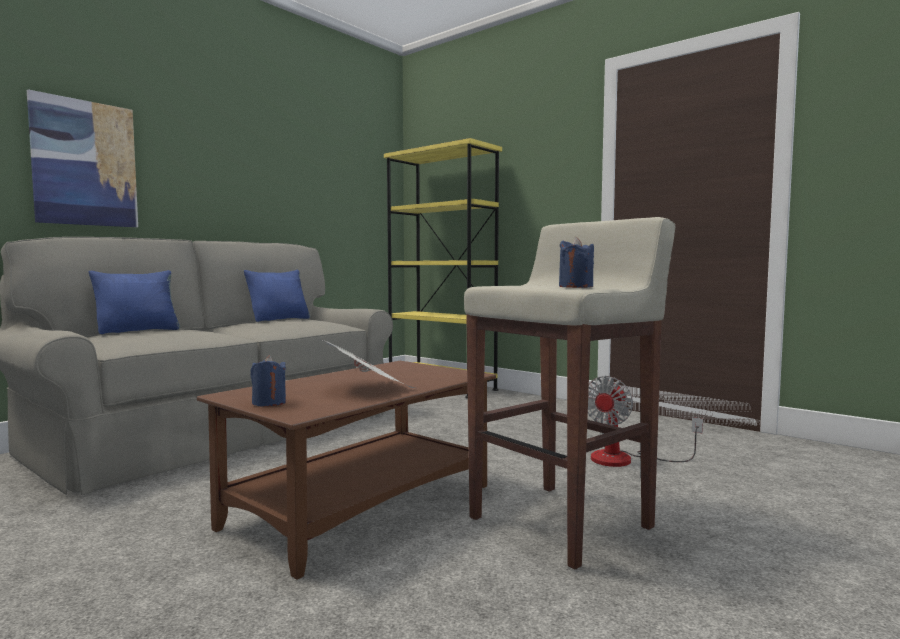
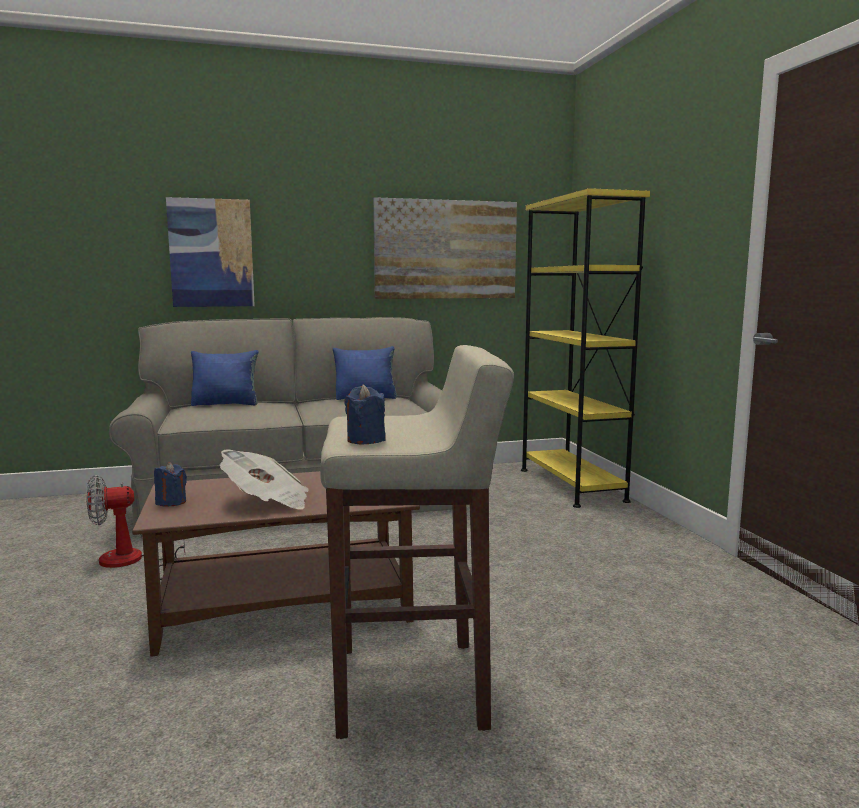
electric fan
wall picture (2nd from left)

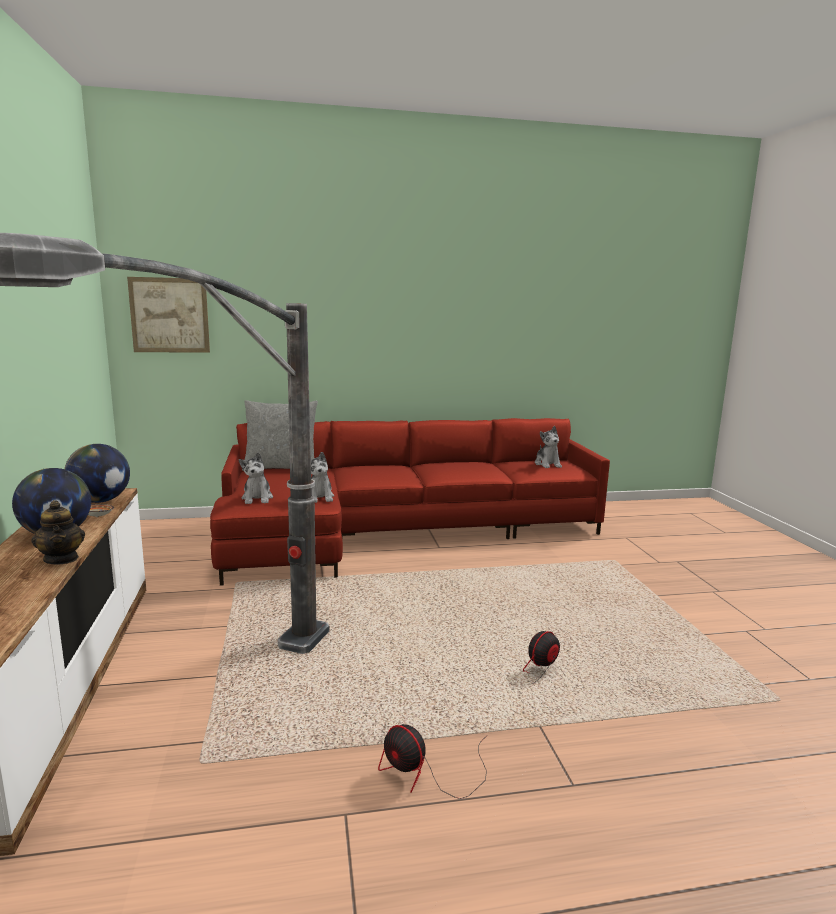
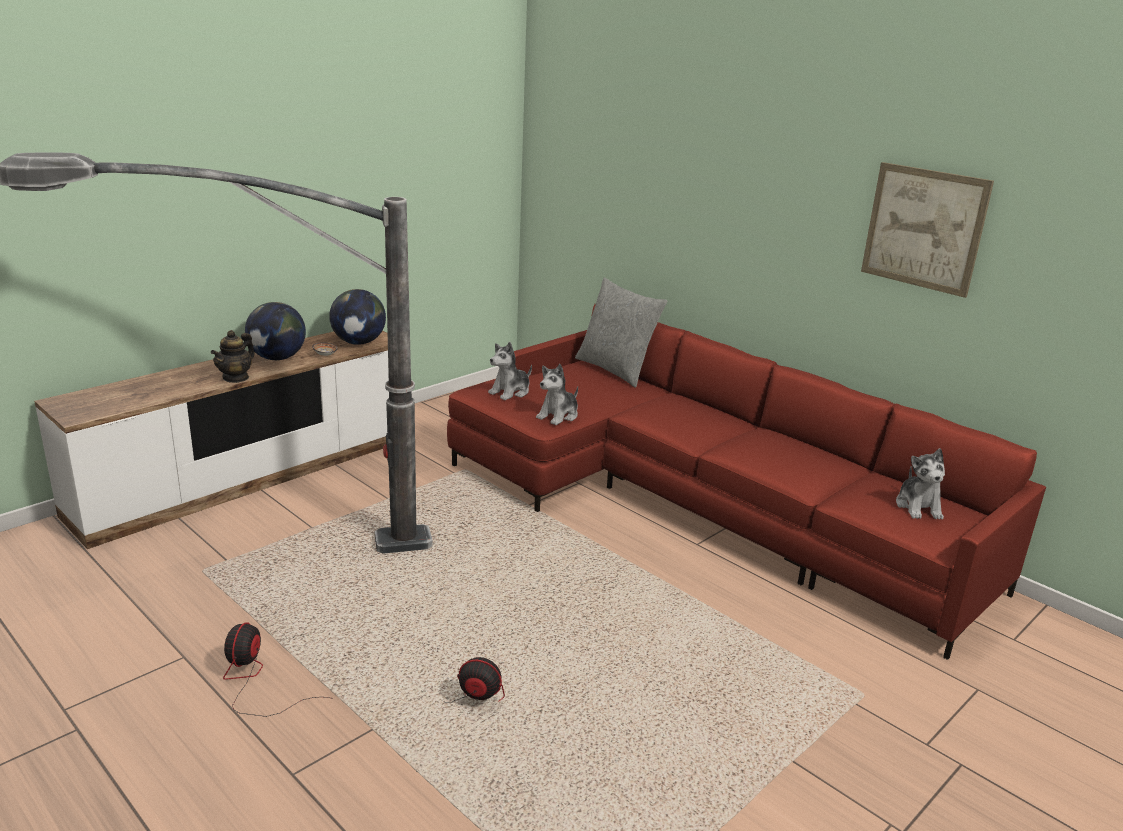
wall picture
plush toy (3rd from left)

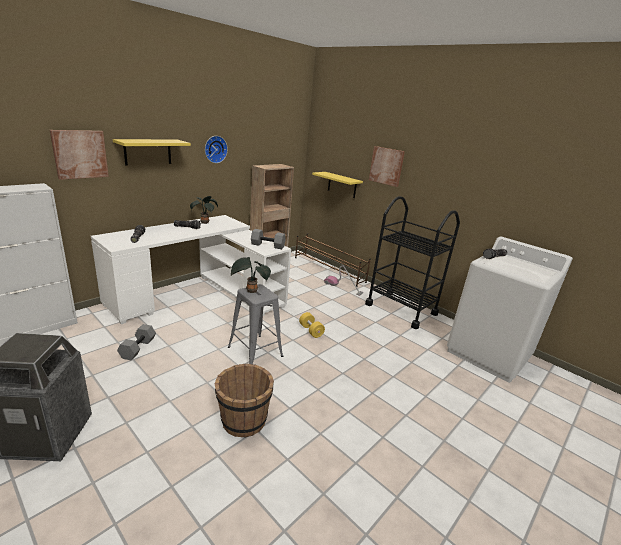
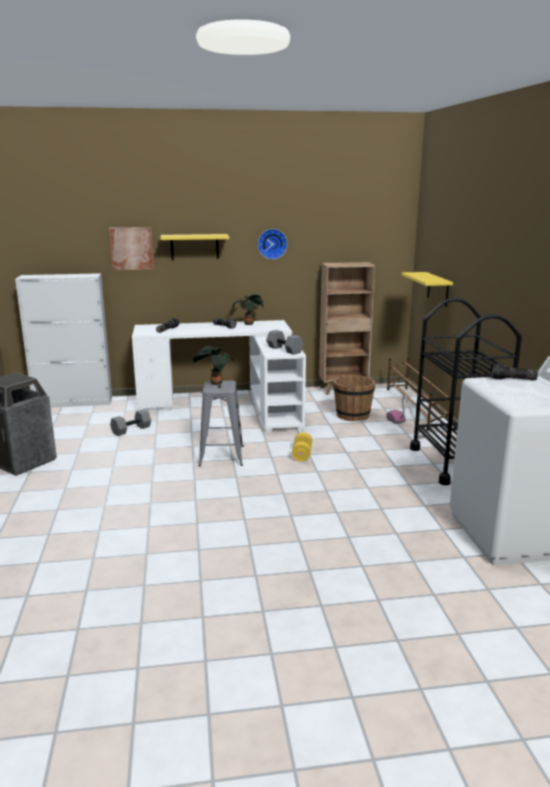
bucket in brownish
wall picture (2nd from left in the first image)

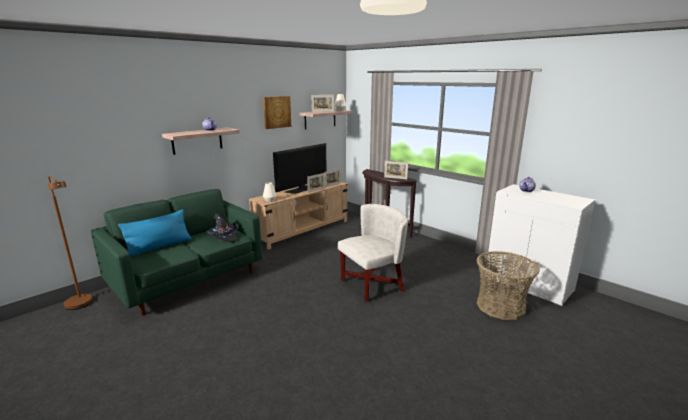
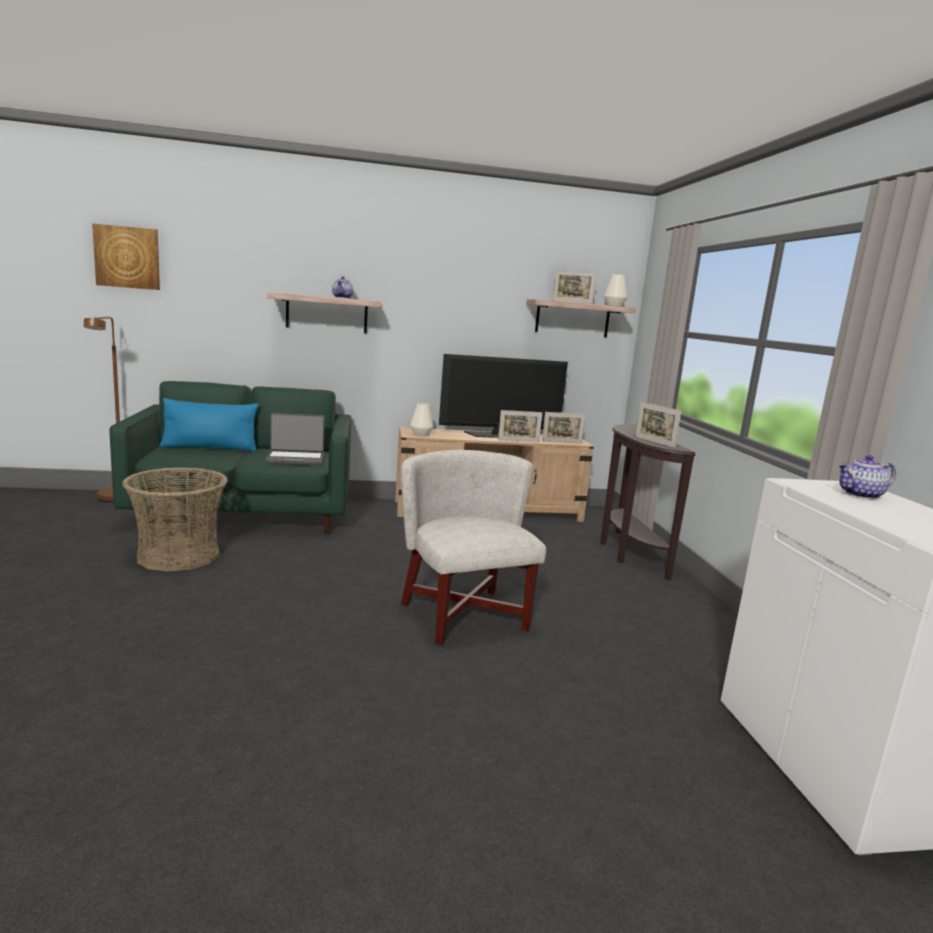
laptop
wall picture
easy chair in white-coloured
storage basket

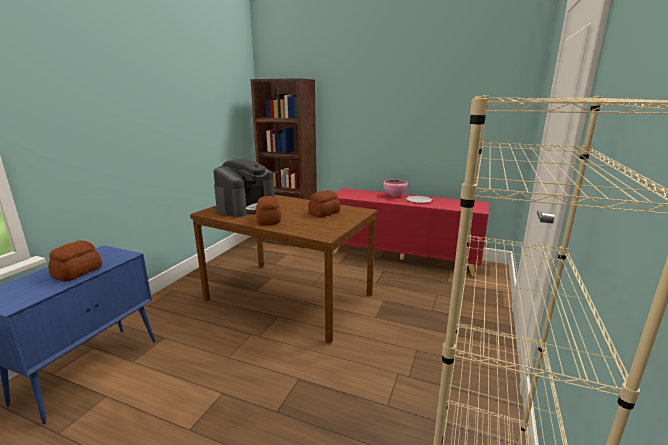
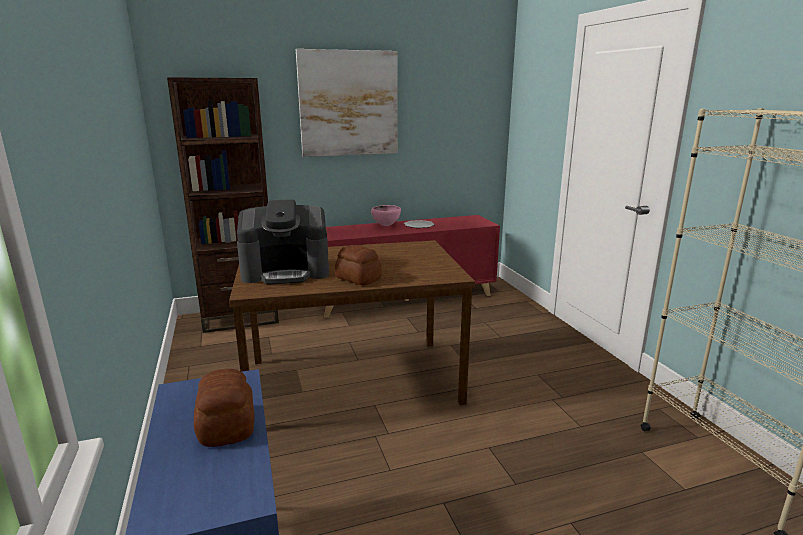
coffee machine
bakery bread (3rd from left in the first image)
wall picture

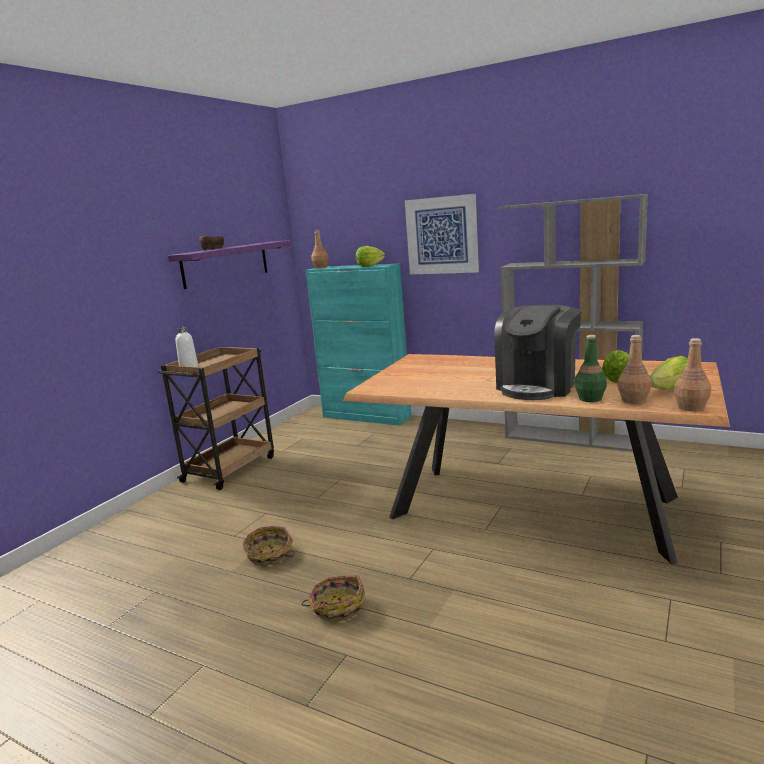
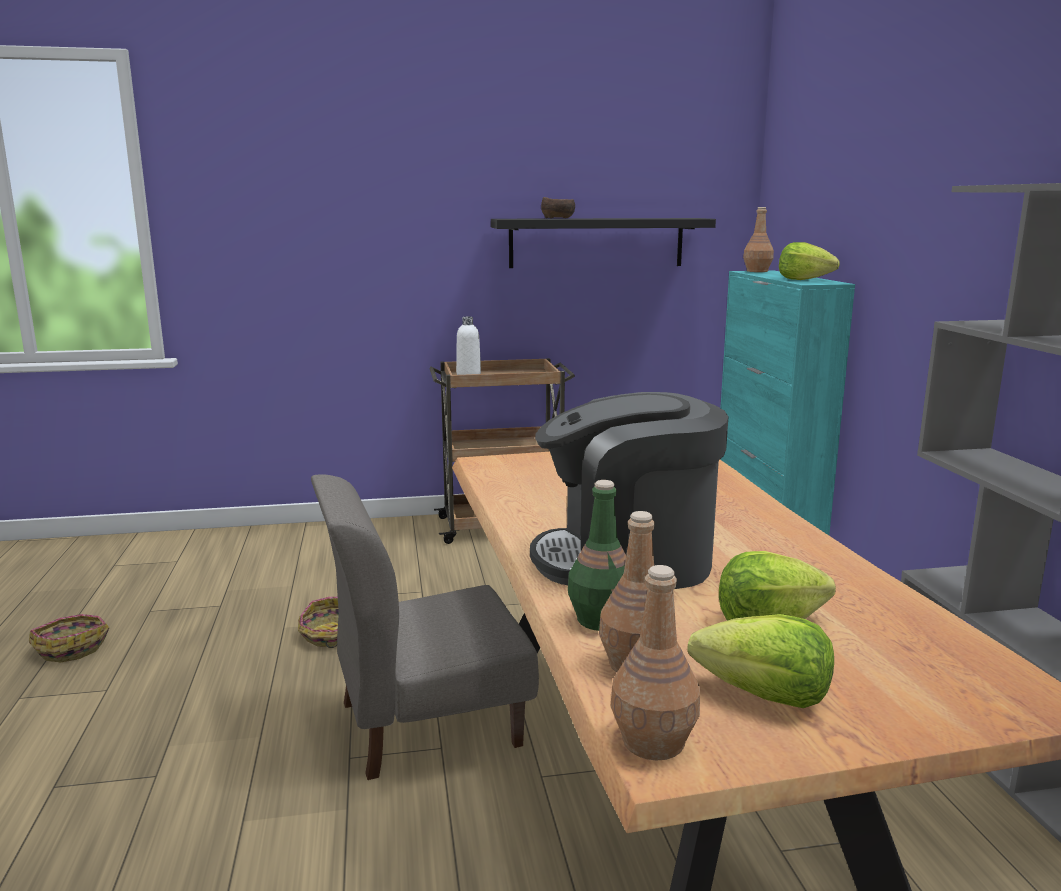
wall shelf in blackish
storage basket (1st from left)
wall picture
upright chair in grey

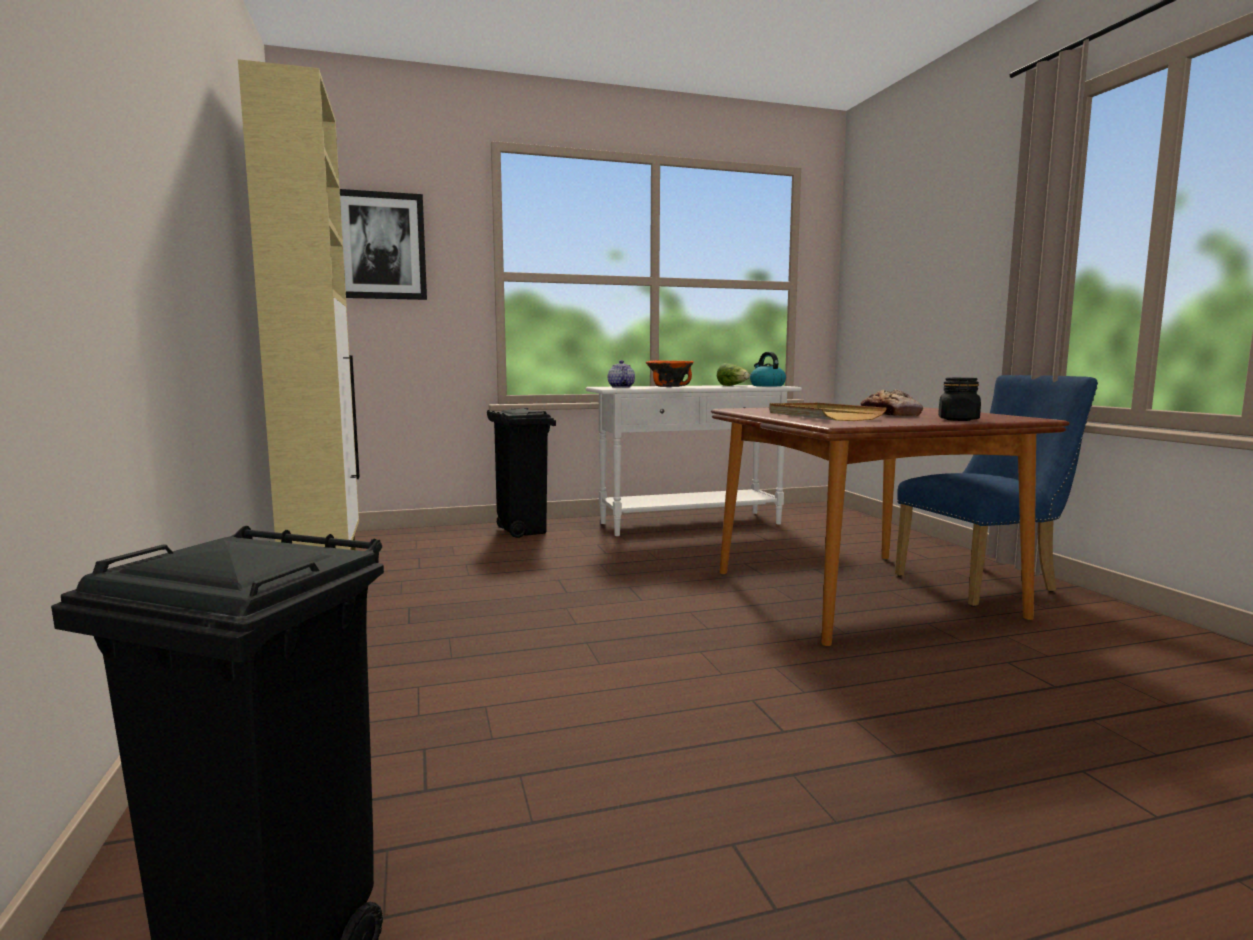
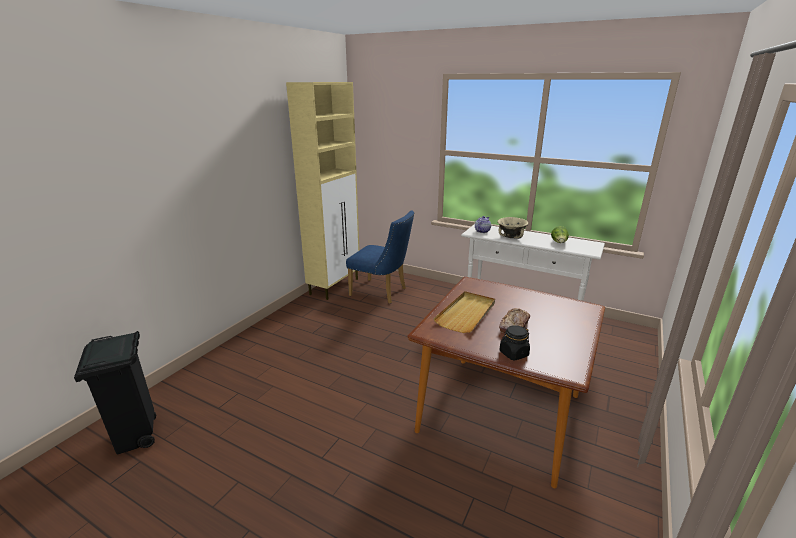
wall picture
waste bin in blackish (2nd from left in the first image)
serving bowl in beige
tea kettle
upright chair in bluish

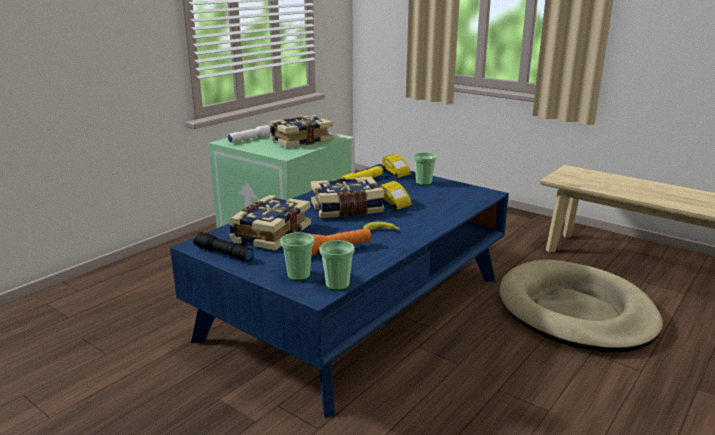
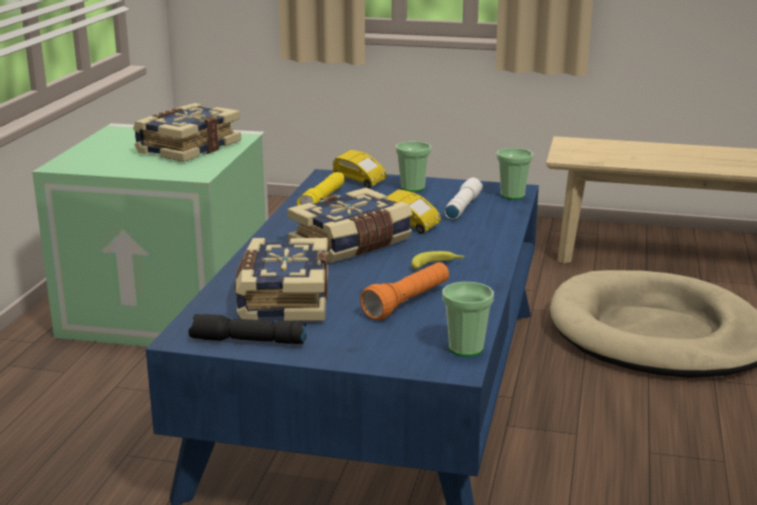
flashlight in white-coloured
small cup (3rd from left)

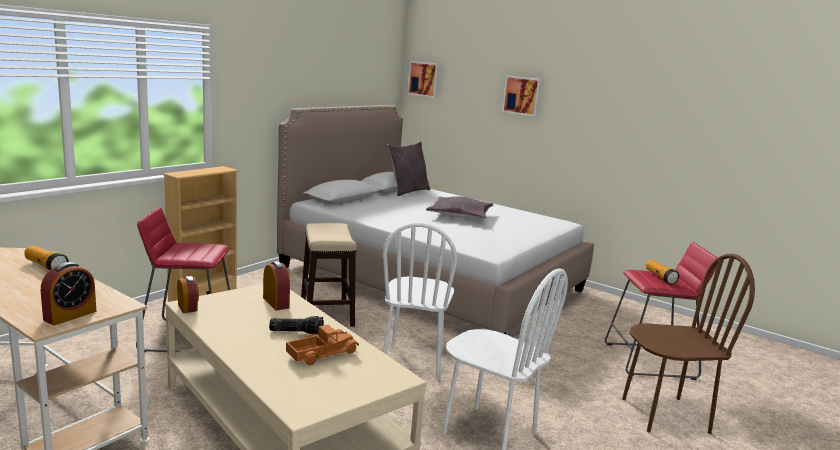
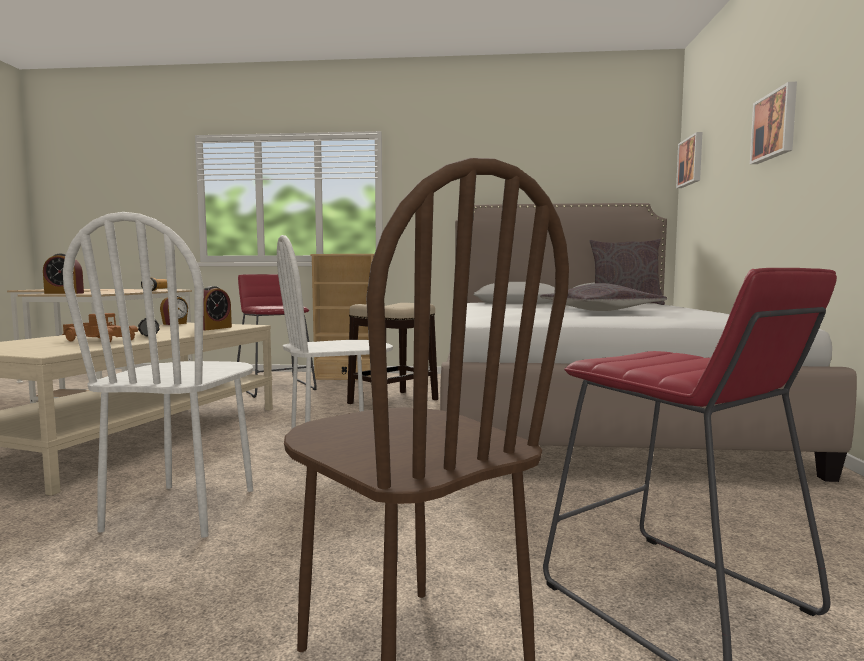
flashlight (3rd from left in the first image)

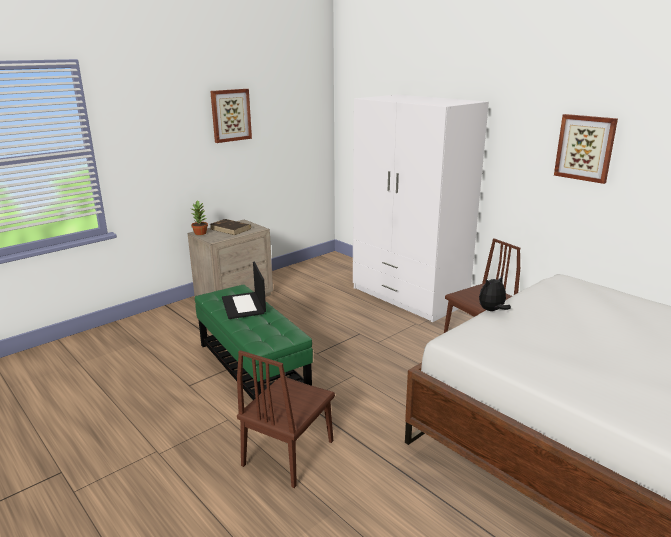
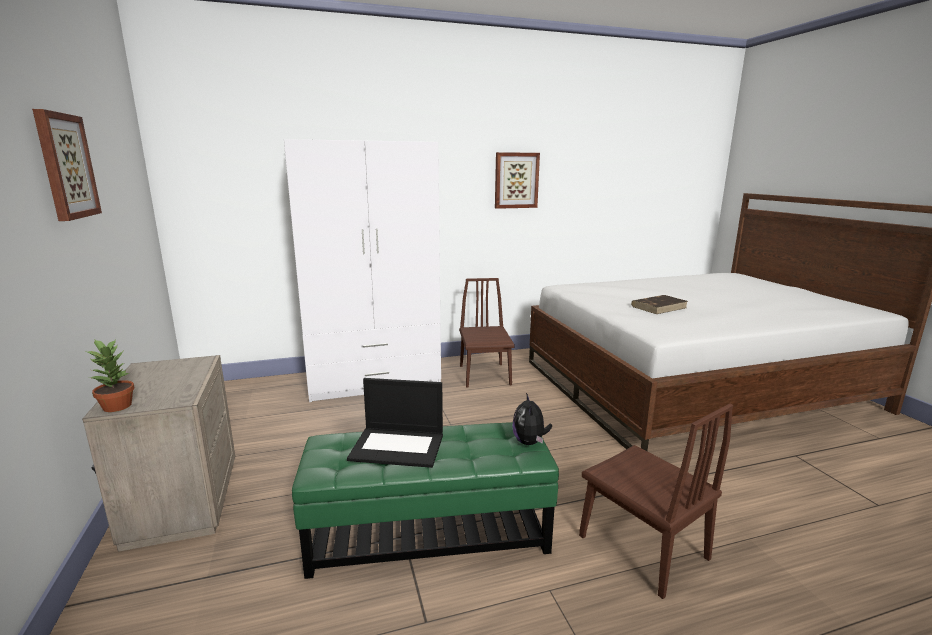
volume in brownish
plush toy

